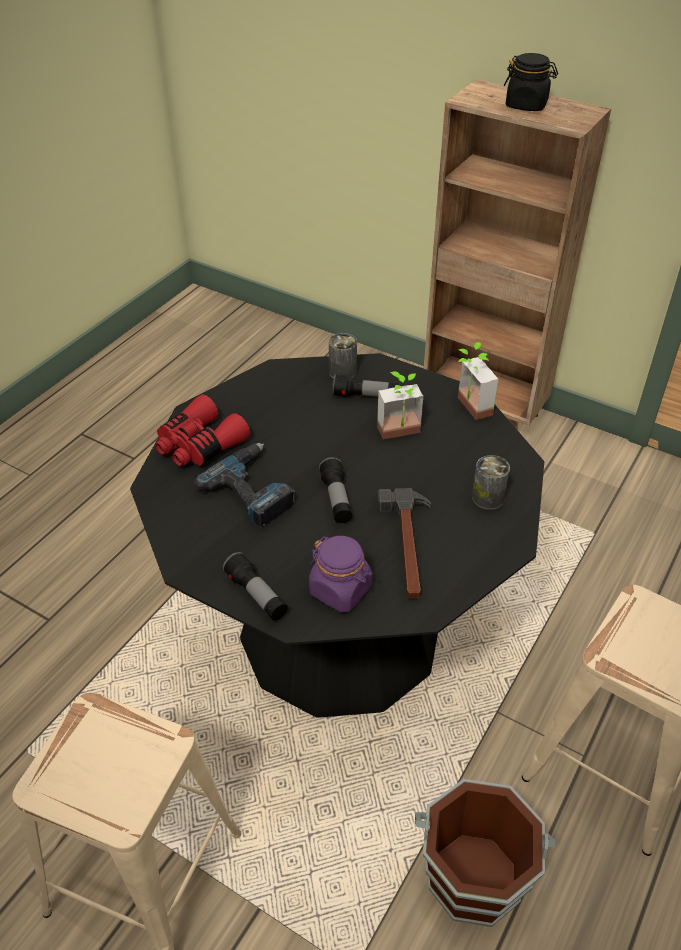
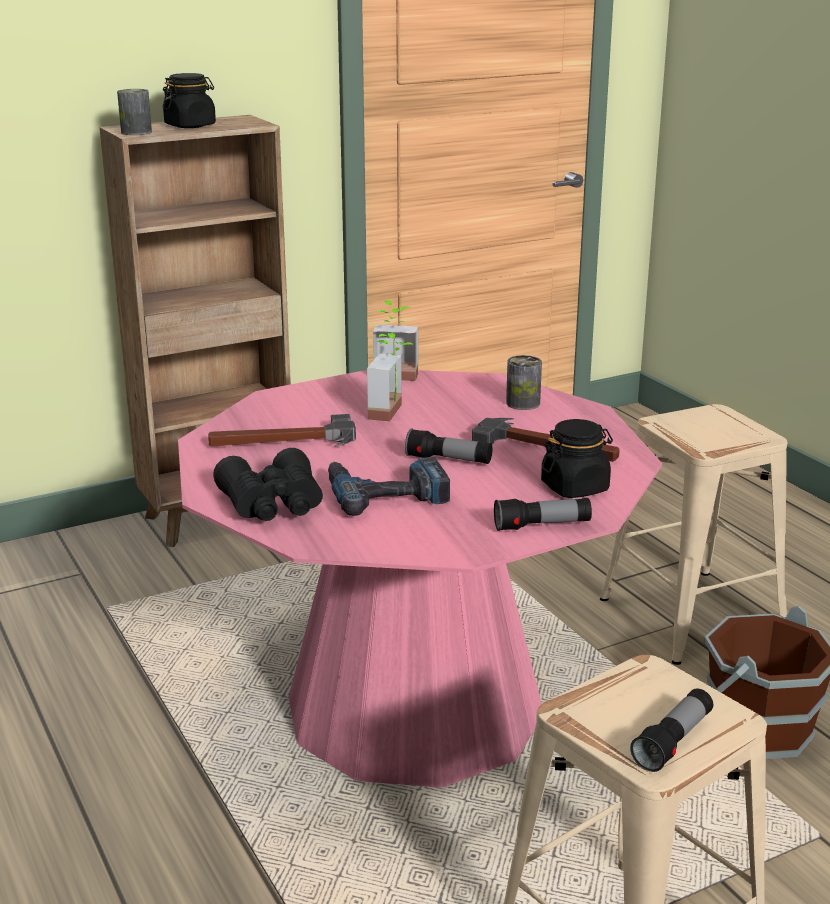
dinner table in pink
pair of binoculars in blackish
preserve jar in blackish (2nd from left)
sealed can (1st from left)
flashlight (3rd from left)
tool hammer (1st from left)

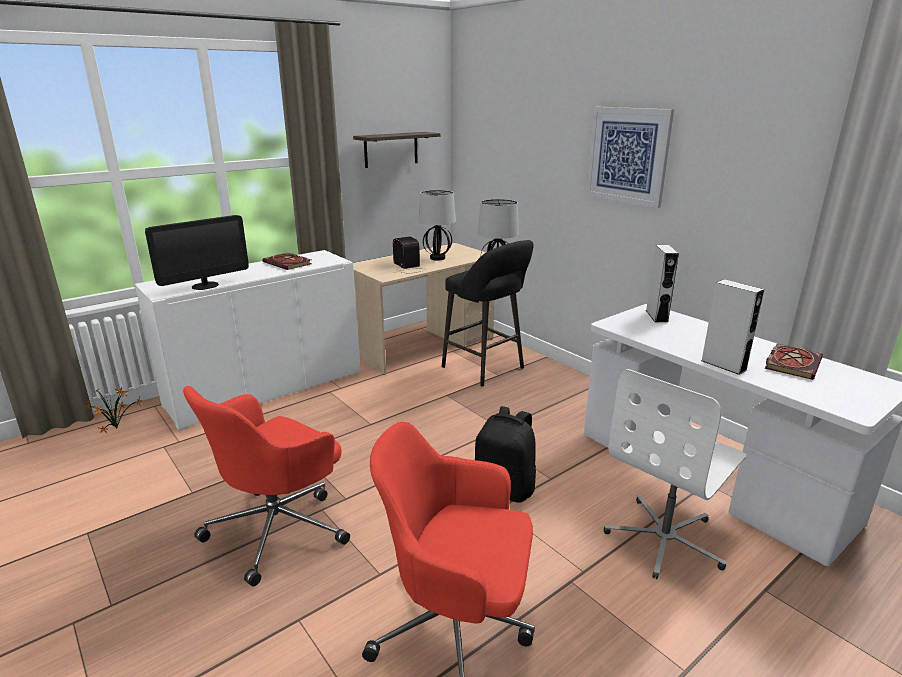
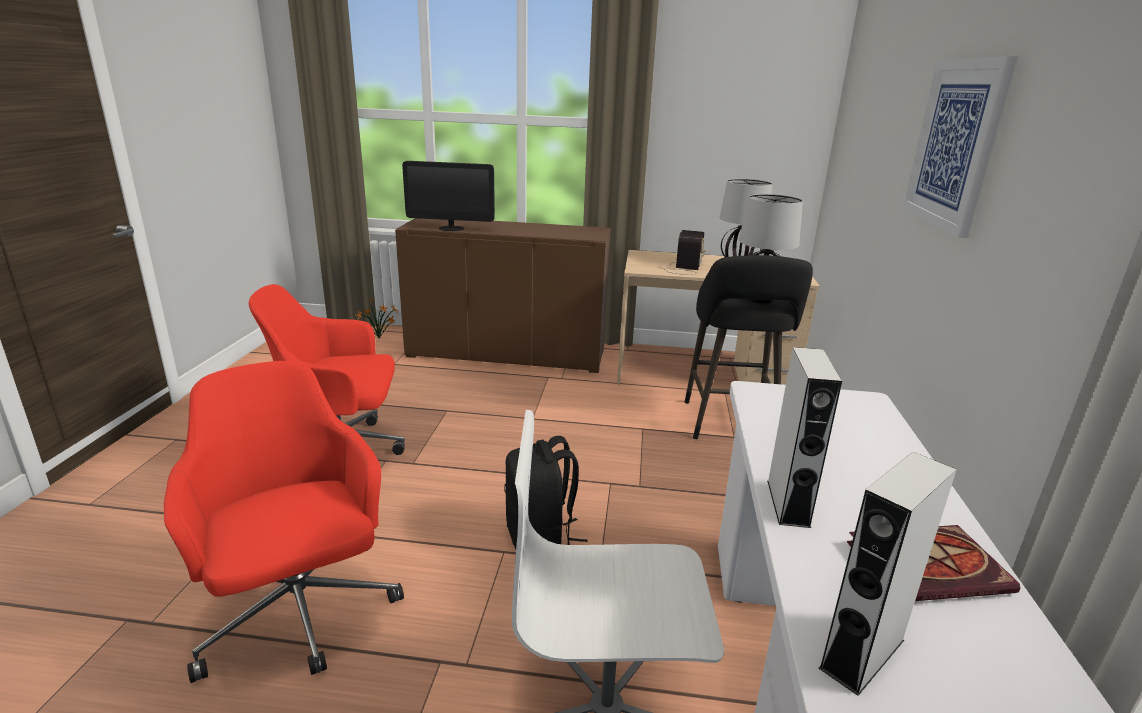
storage cabinet in brownish
volume (1st from left in the first image)
wall shelf
loudspeaker in grey (2nd from left)

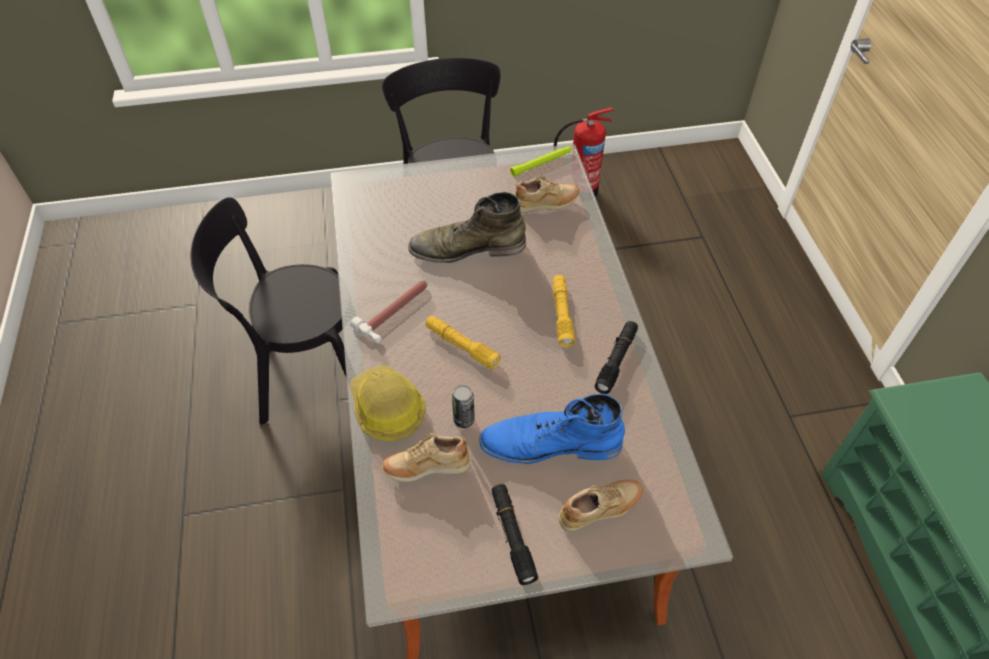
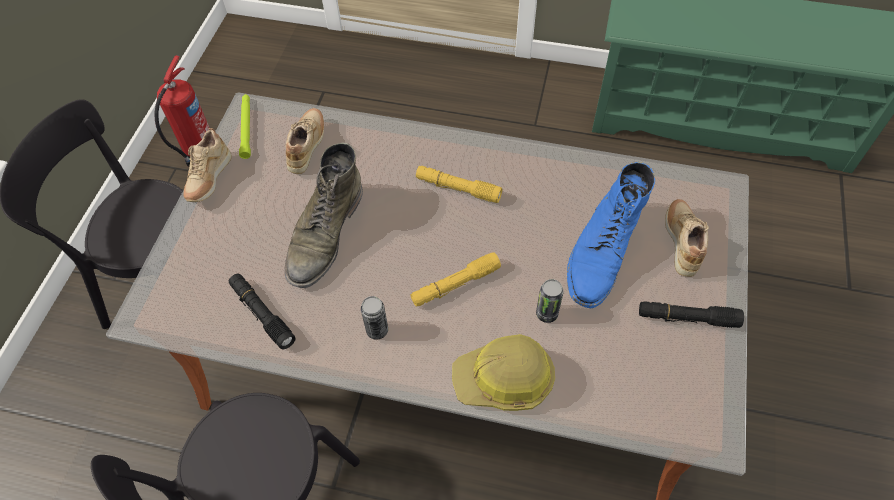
sealed can (1st from left)
item of footwear in beige (1st from left)
flashlight in blackish (1st from left)

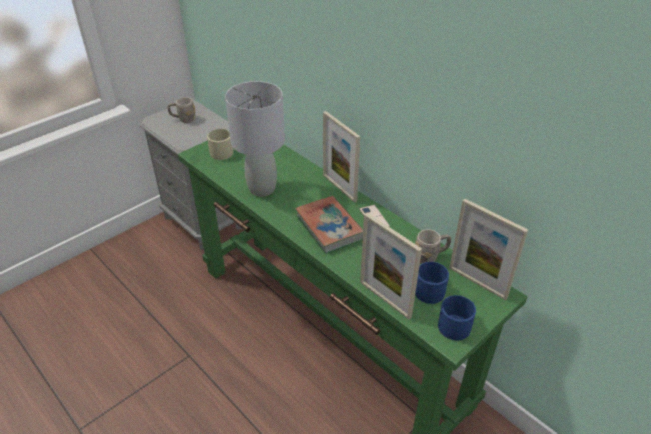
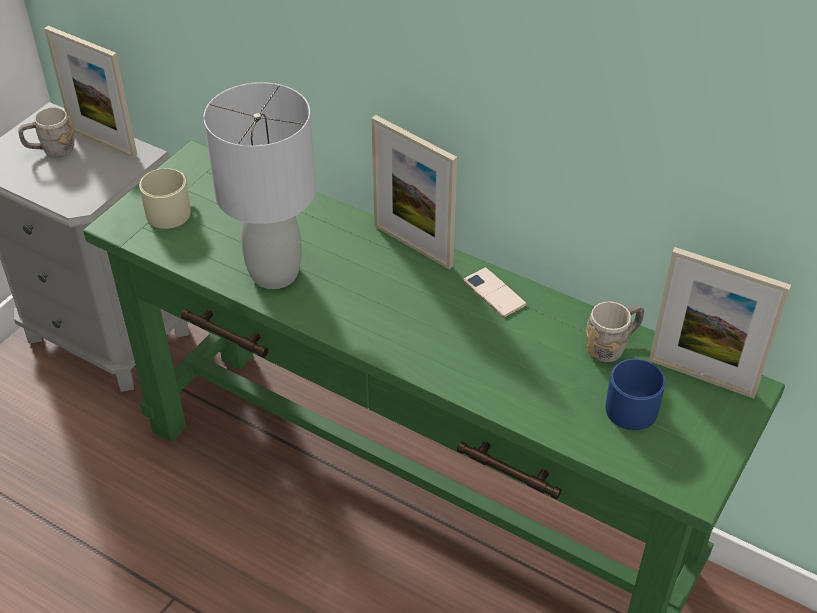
volume
standing frame (1st from left)
coffee mug in bluish (2nd from left in the first image)

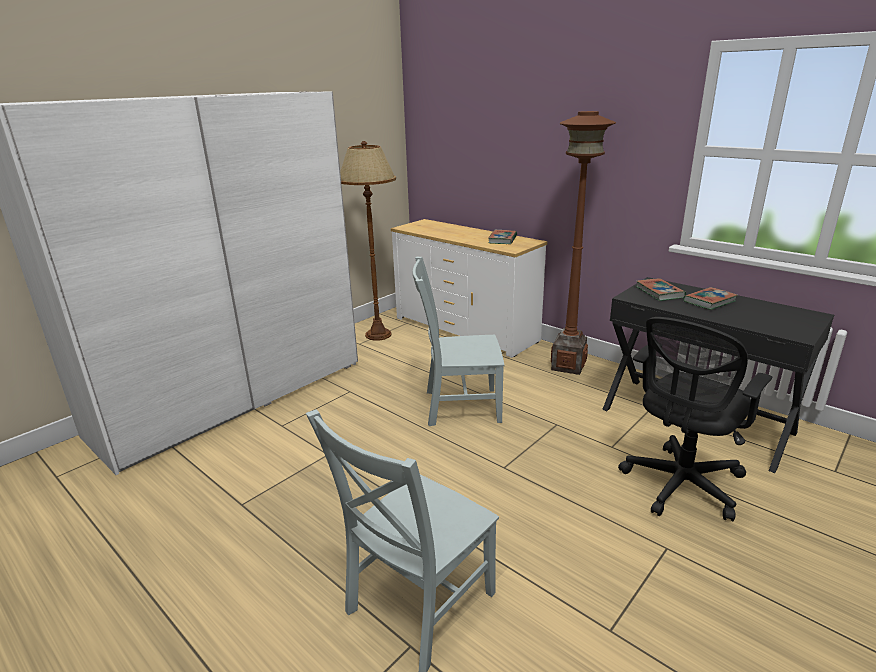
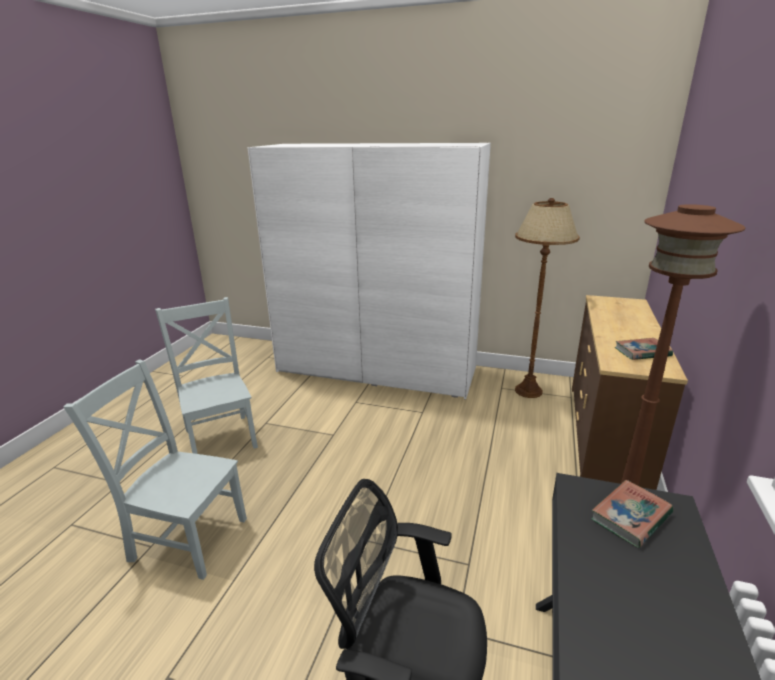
dresser in brownish
upright chair in grey (2nd from left)
volume (3rd from left in the first image)

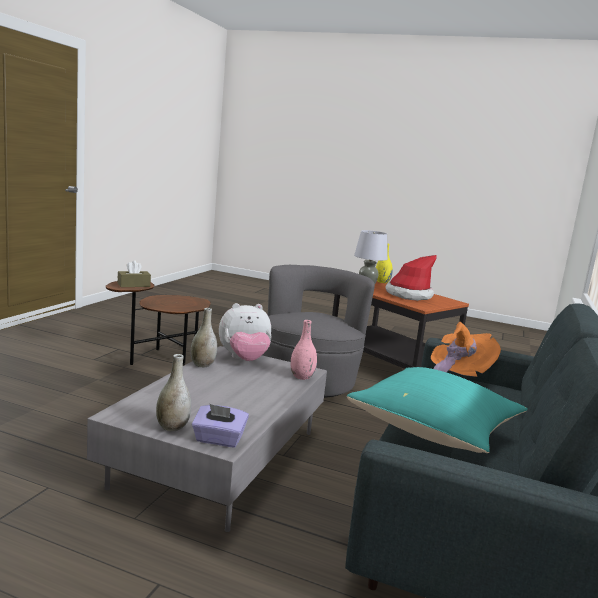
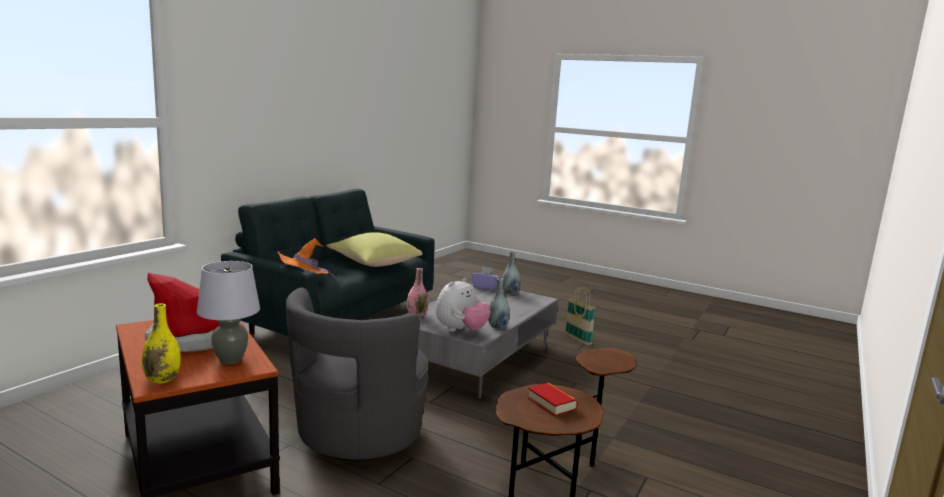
tissue box in brownish
plush toy
throw pillow in yellow
volume
storage basket

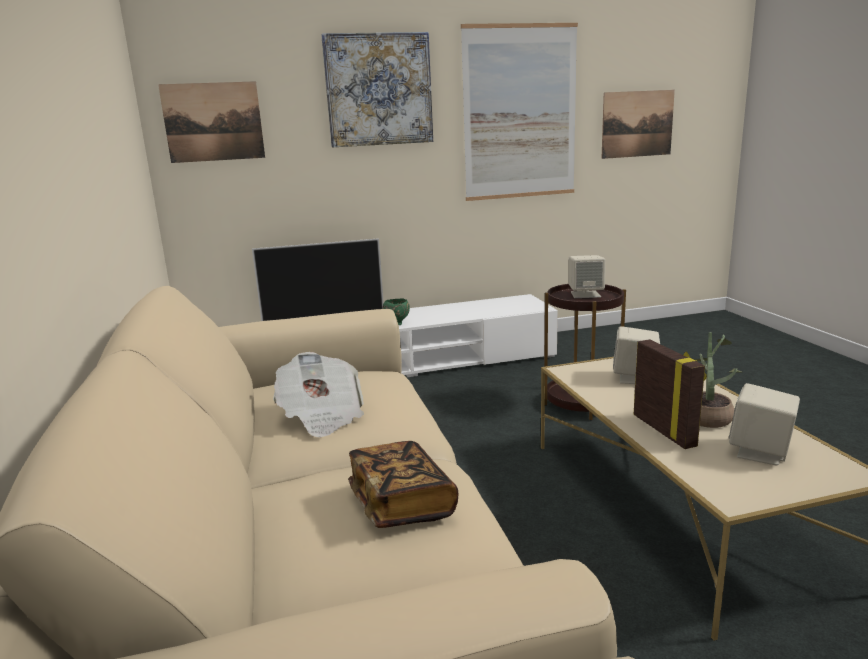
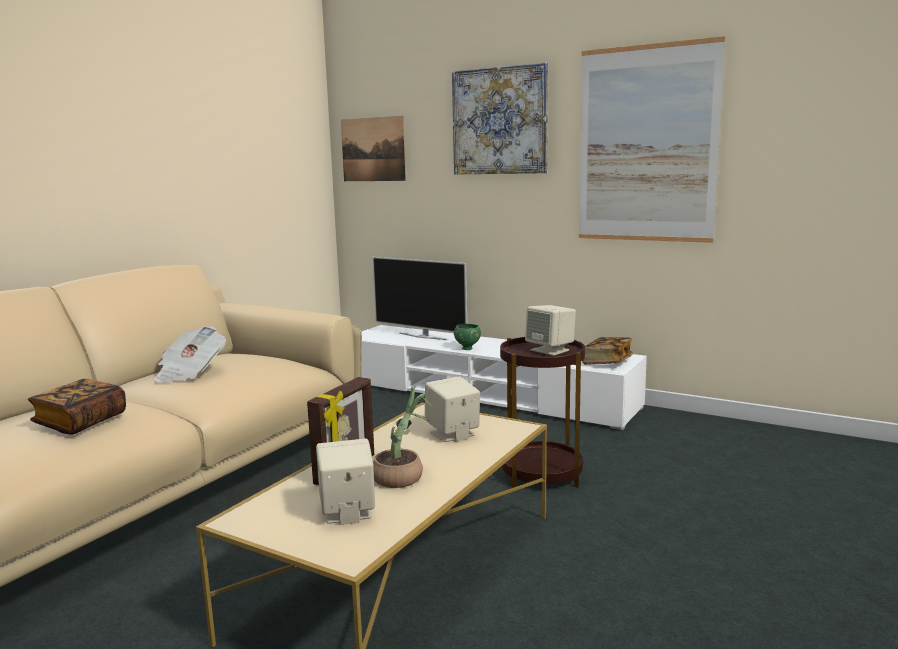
wall picture (4th from left in the first image)
volume (2nd from left)

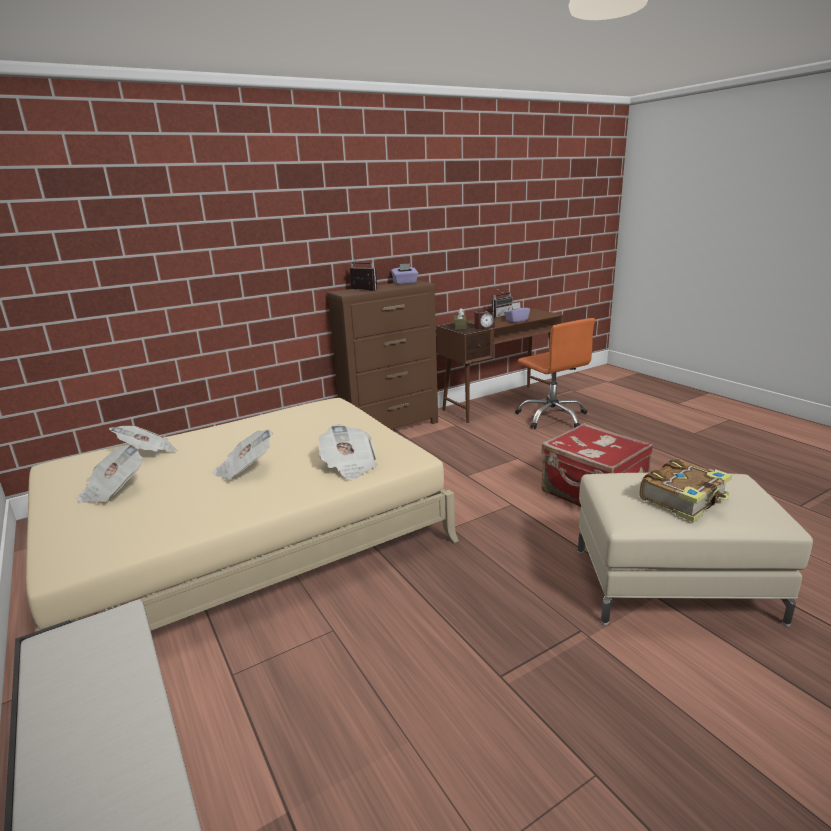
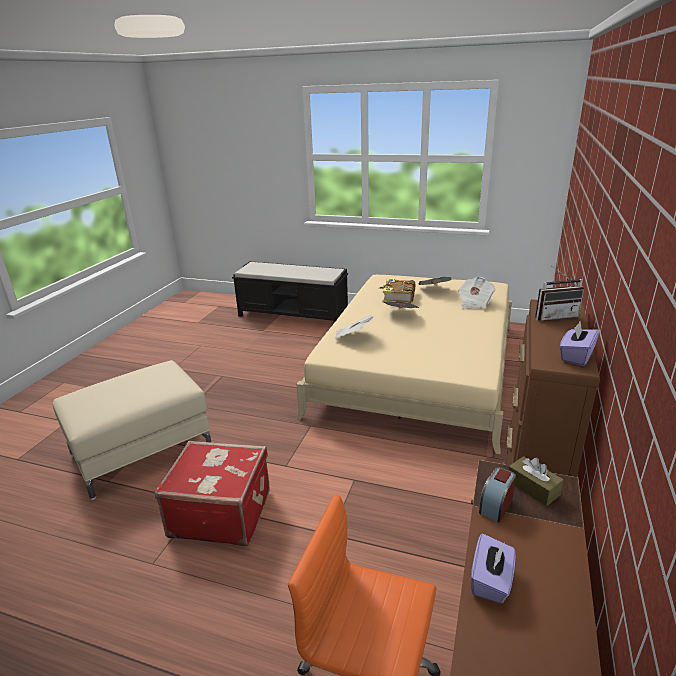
radio set (2nd from left in the first image)
volume

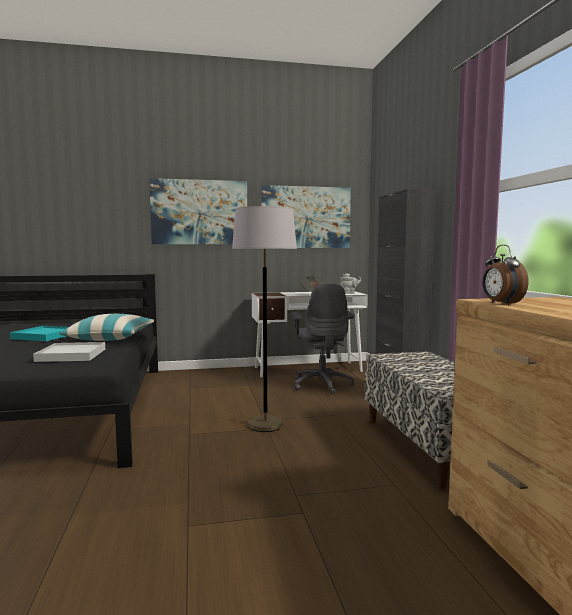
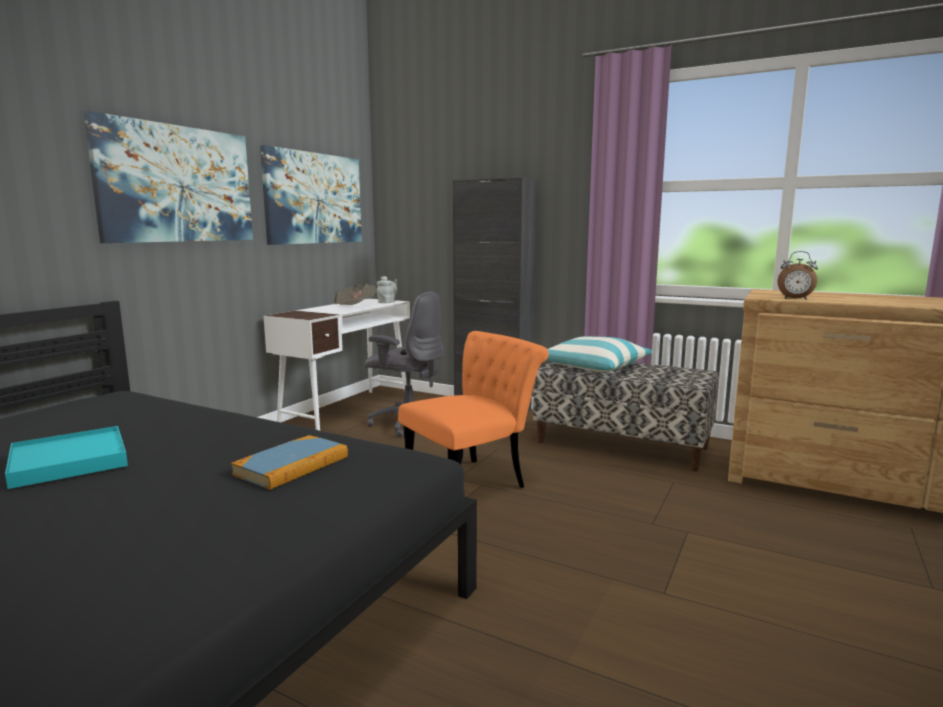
volume
throw pillow
upright chair in orangey

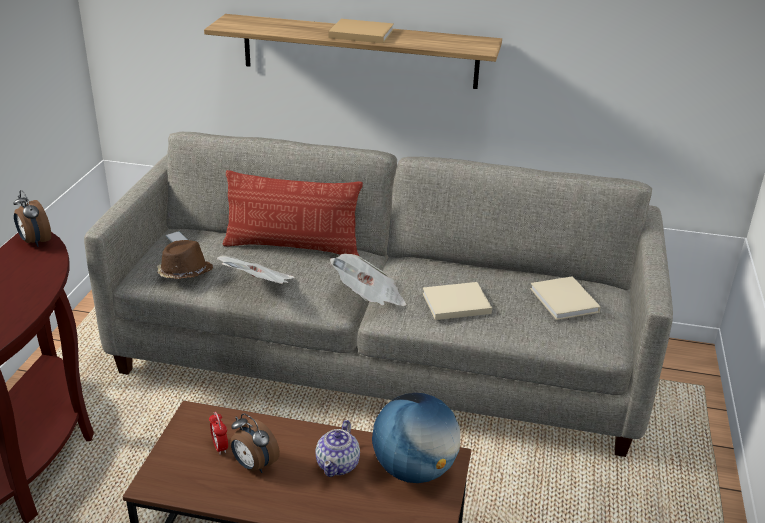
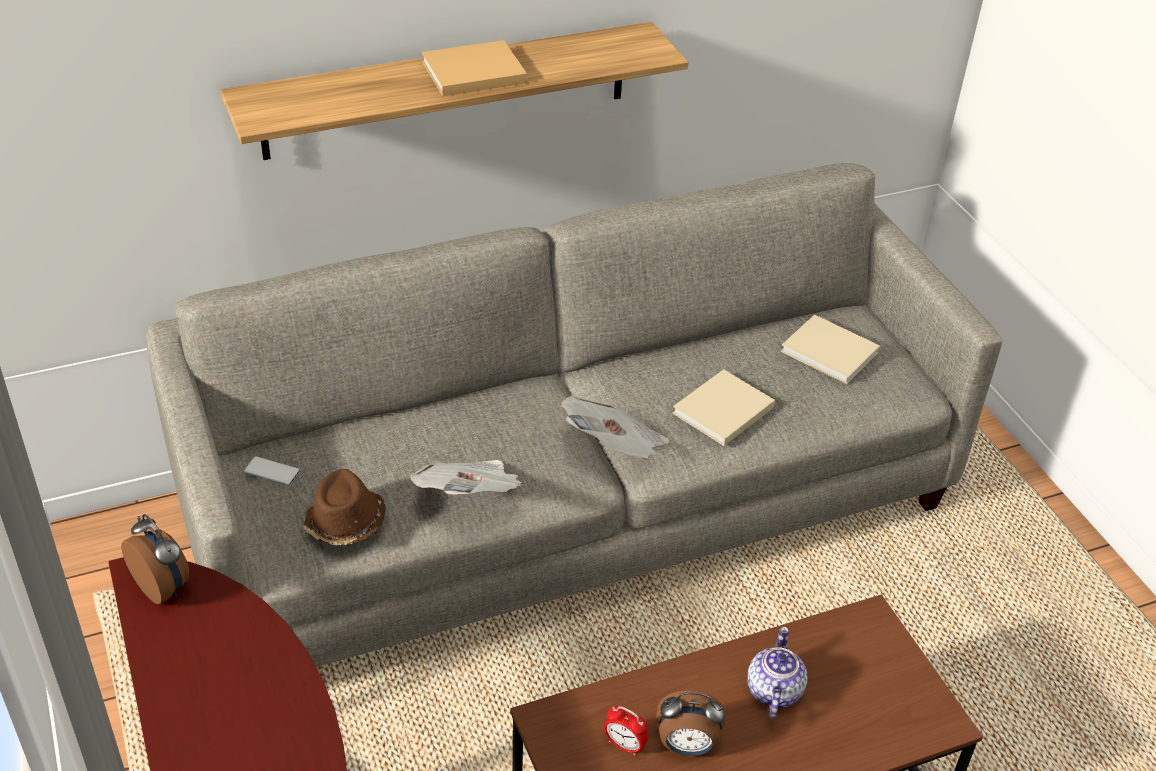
table clock (1st from left)
throw pillow
pot for tea
globe

